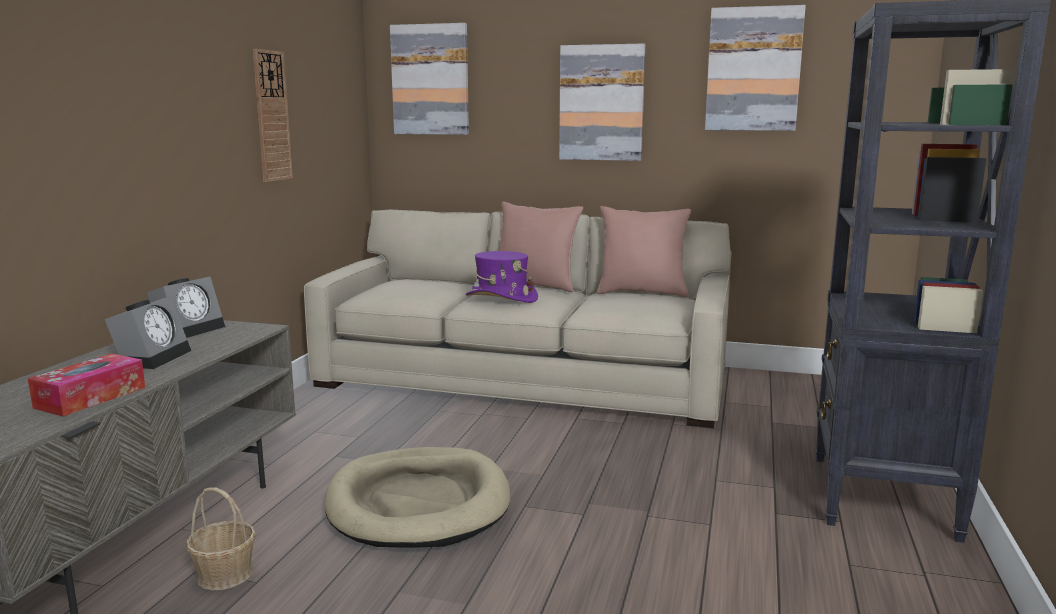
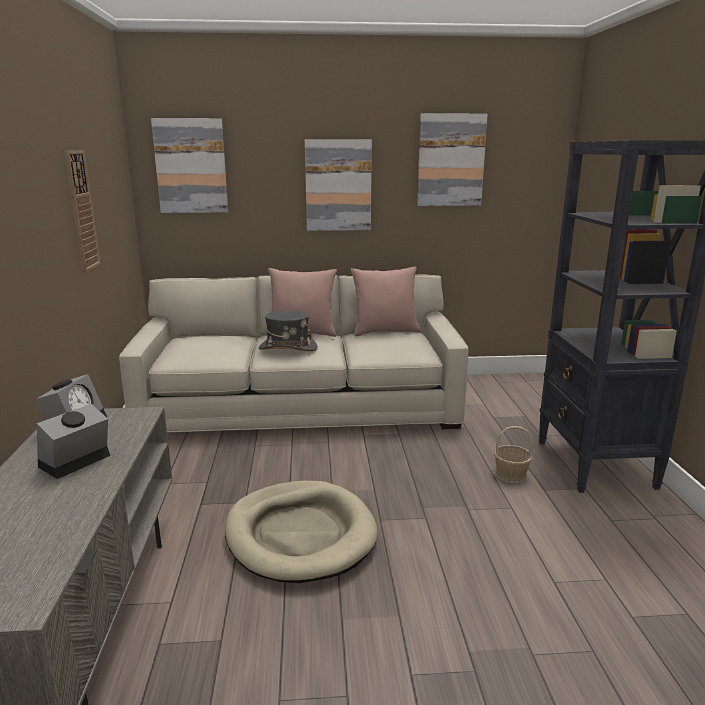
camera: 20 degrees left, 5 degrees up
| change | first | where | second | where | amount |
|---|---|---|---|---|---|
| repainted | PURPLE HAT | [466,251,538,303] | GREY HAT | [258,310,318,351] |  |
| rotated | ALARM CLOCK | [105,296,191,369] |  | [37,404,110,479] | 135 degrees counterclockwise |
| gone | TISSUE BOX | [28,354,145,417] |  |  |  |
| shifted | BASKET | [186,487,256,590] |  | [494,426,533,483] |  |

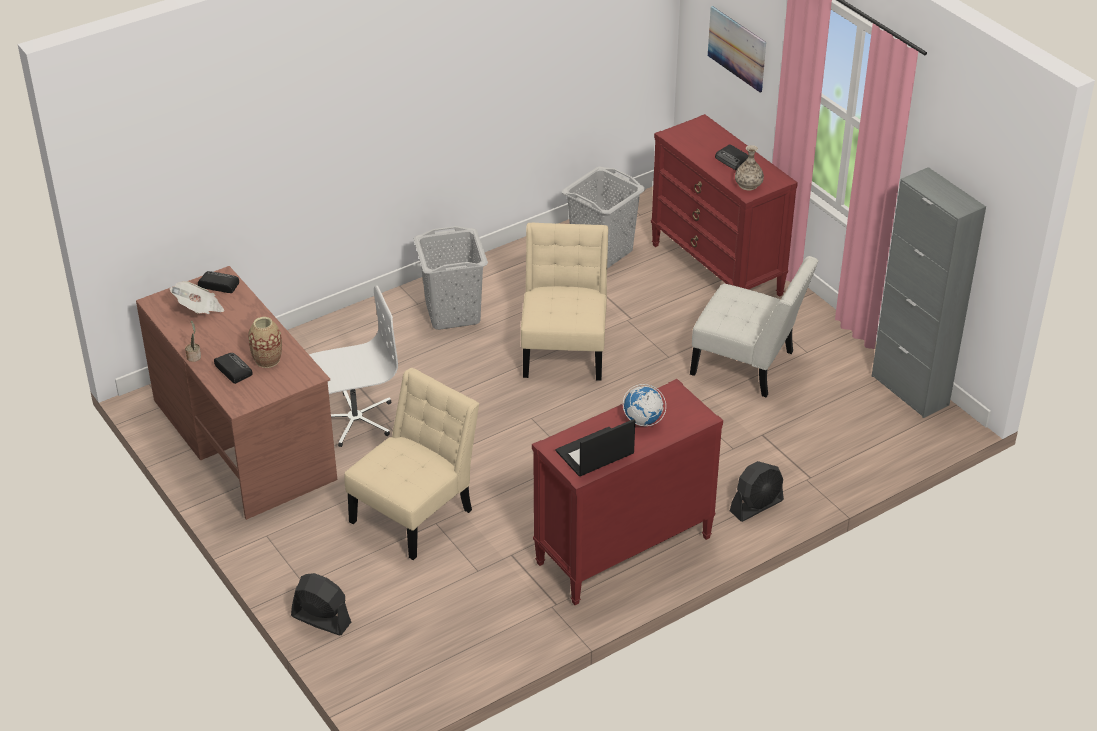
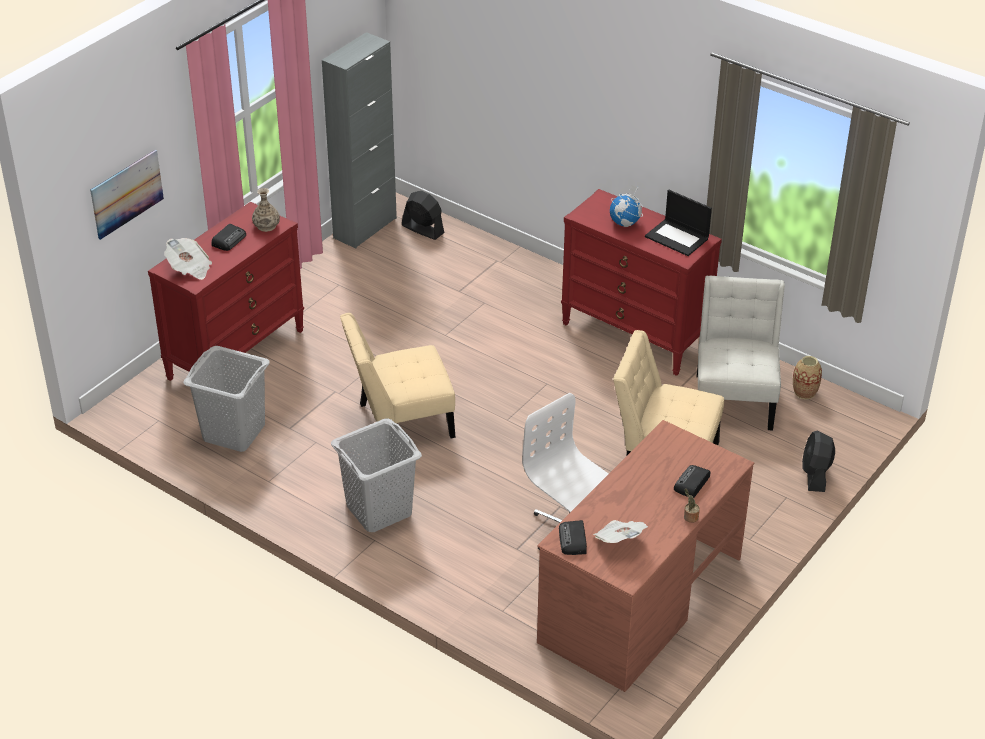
camera: 110 degrees left, 0 degrees up
| change | first | where | second | where | amount |
|---|---|---|---|---|---|
| shifted | WHITE CHAIR | [690,256,818,398] |  | [697,276,785,430] |  |
| shifted | VASE | [248,317,282,368] |  | [793,356,822,399] |  |
| shifted | BLACK FAN | [730,461,784,522] |  | [402,191,444,240] |  |
| new |  |  | NEWSPAPER | [164,238,212,280] |  |

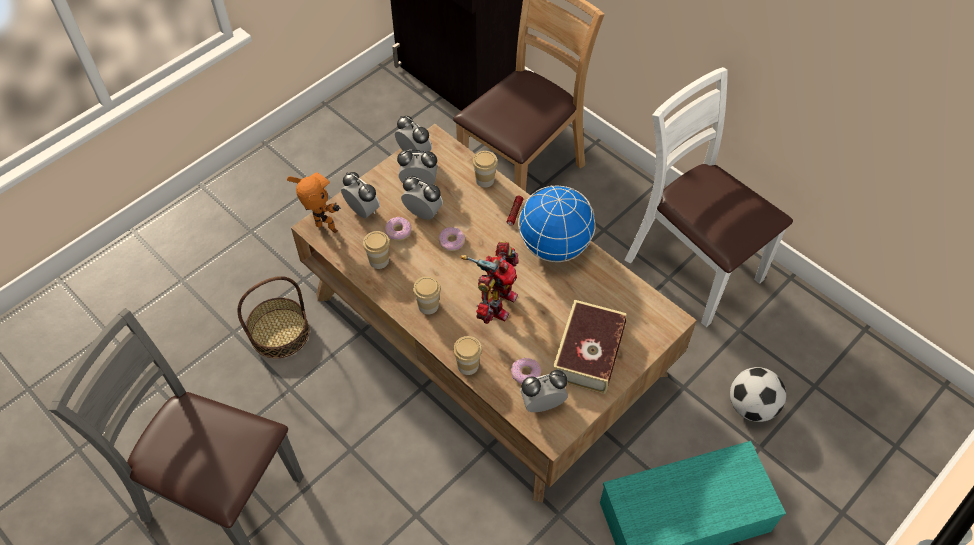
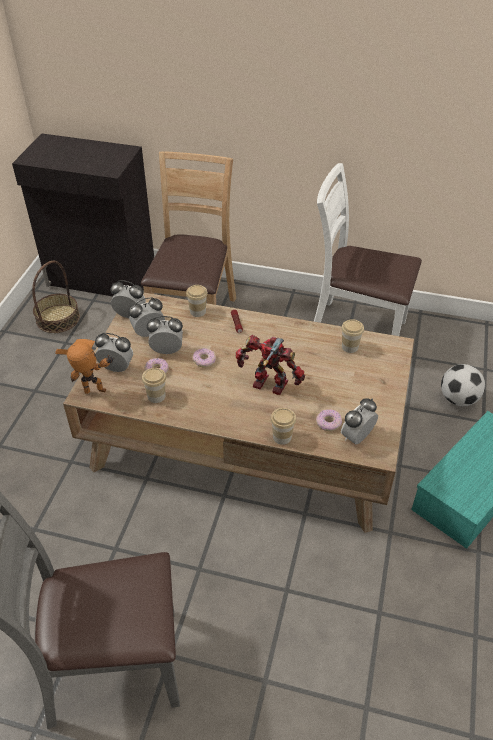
camera: 30 degrees left, 10 degrees down
| change | first | where | second | where | amount |
|---|---|---|---|---|---|
| gone | GLOBE | [518,185,596,262] |  |  |  |
| rotated | TOY ROBOT | [460,241,518,324] |  | [236,335,305,395] | 60 degrees counterclockwise |
| shifted | BASKET | [238,276,309,358] |  | [32,261,80,333] |  |
| shifted | CUP | [413,276,441,315] |  | [341,319,364,353] |  |
| gone | BOOK | [553,300,627,394] |  |  |  |

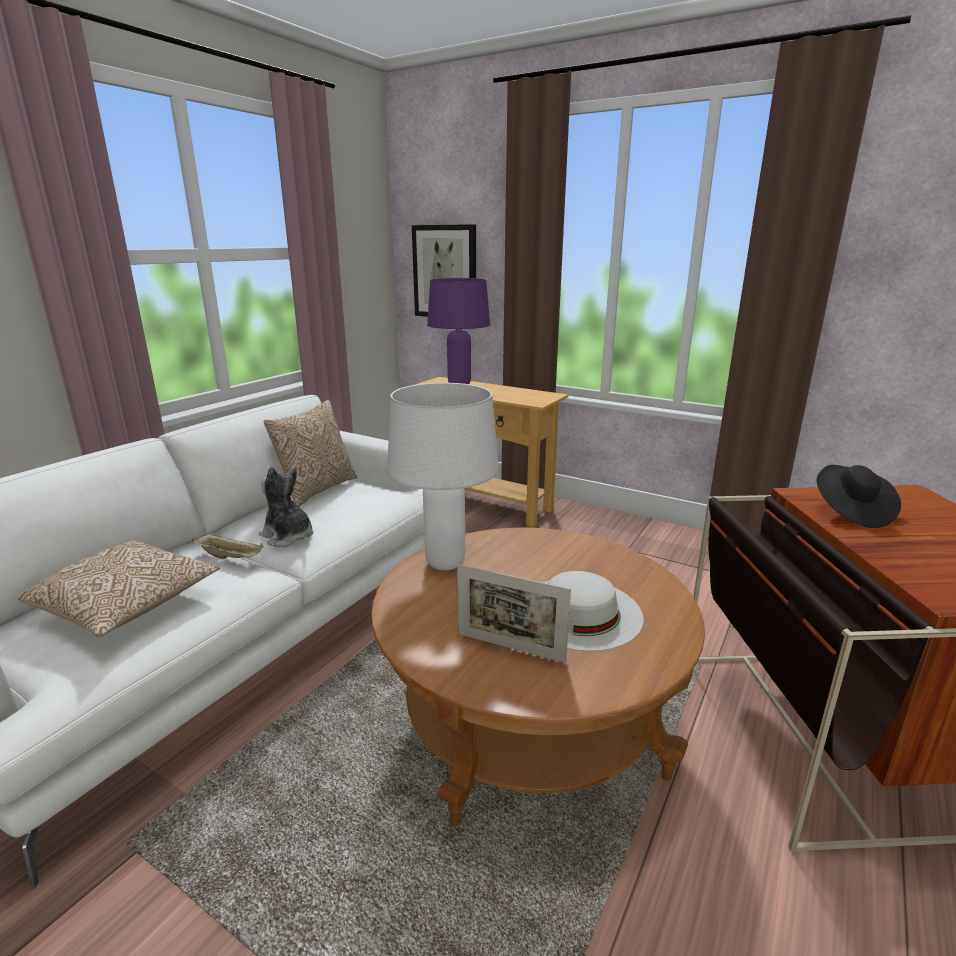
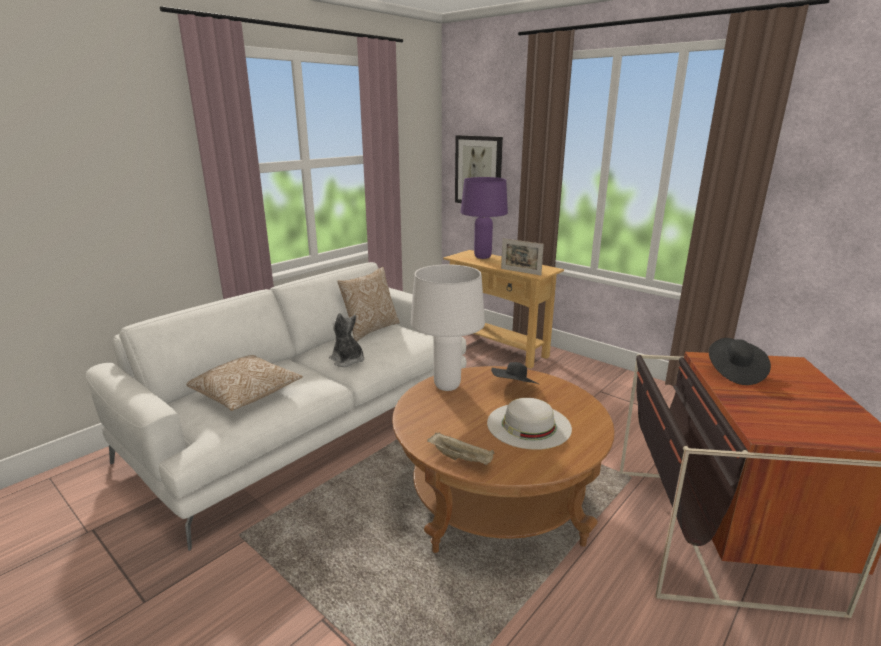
camera: 10 degrees right, 0 degrees up
| change | first | where | second | where | amount |
|---|---|---|---|---|---|
| shifted | BEIGE TRAY | [192,533,264,559] |  | [427,432,494,465] |  |
| shifted | PICTURE FRAME | [457,564,571,663] |  | [501,238,544,275] |  |
| new |  |  | BLACK HAT | [491,362,539,384] |  |

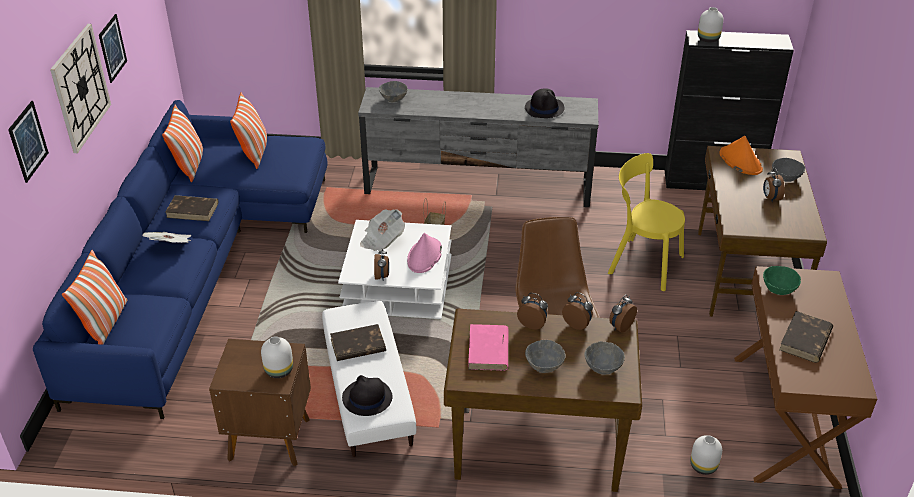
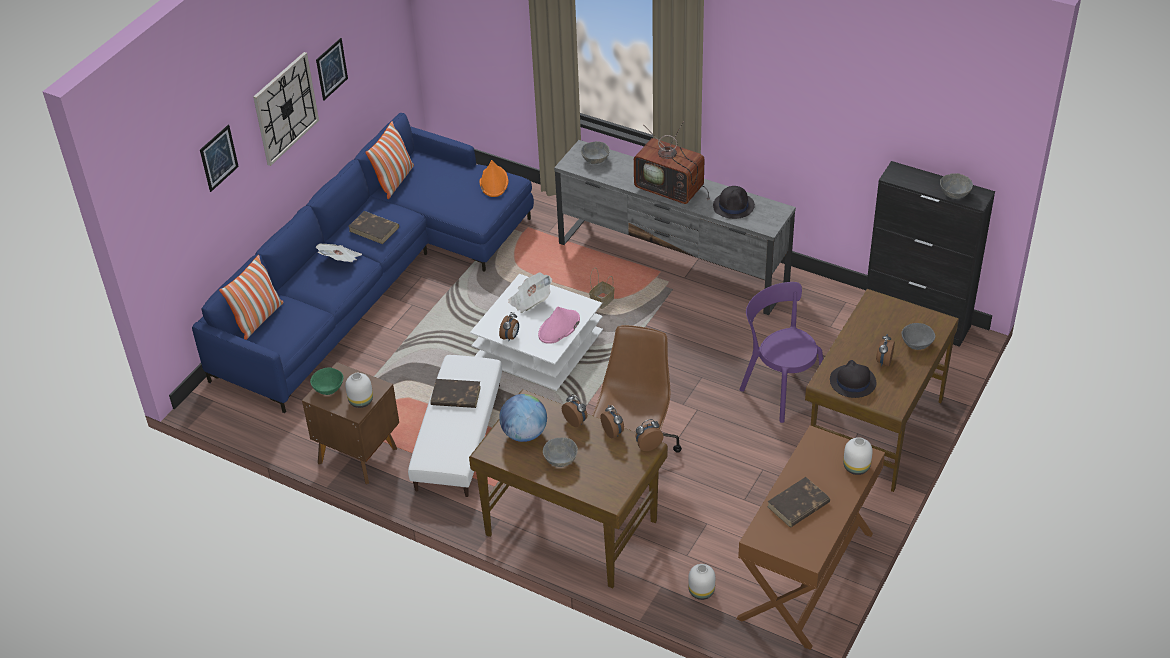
camera: 25 degrees right, 5 degrees up
| change | first | where | second | where | amount |
|---|---|---|---|---|---|
| shifted | WHITE VASE | [698,7,724,42] |  | [843,437,873,475] |  |
| gone | PILLOW | [230,92,267,169] |  |  |  |
| shifted | ORANGE HAT | [720,136,763,175] |  | [480,160,508,197] |  |
| repainted | YELLOW CHAIR | [608,153,685,291] | PURPLE CHAIR | [739,282,823,423] |  |
| shifted | GREEN BOWL | [763,266,801,295] |  | [310,368,343,395] |  |
| swapped | PINK BOOK | [468,324,508,371] | GLOBE | [499,394,547,442] |  |
| shifted | GREY BOWL | [584,341,625,375] |  | [940,173,973,199] |  |
| shifted | BLACK HAT | [342,375,393,416] |  | [830,360,876,398] |  |
| new |  |  | TELEVISION | [634,123,710,204] |  |

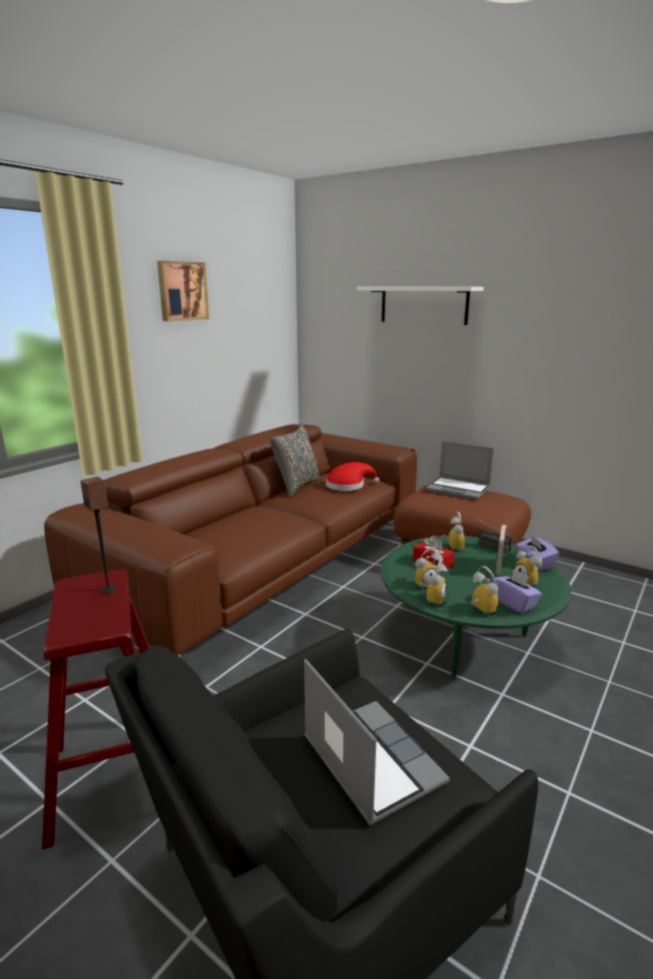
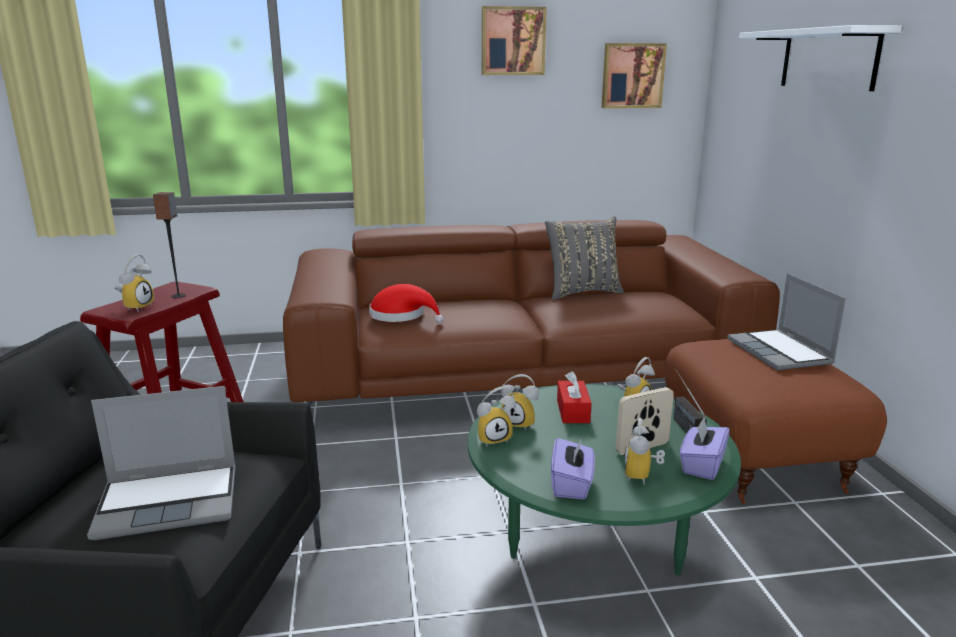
camera: 45 degrees right, 0 degrees up
| change | first | where | second | where | amount |
|---|---|---|---|---|---|
| shifted | RED HAT | [326,462,379,491] |  | [369,284,443,323] |  |
| shifted | ALARM CLOCK | [470,566,499,615] |  | [115,254,154,312] |  |
| rotated | LAPTOP | [304,659,450,826] |  | [87,386,236,540] | 60 degrees clockwise |
| new |  |  | PICTURE | [602,43,667,108] |  |

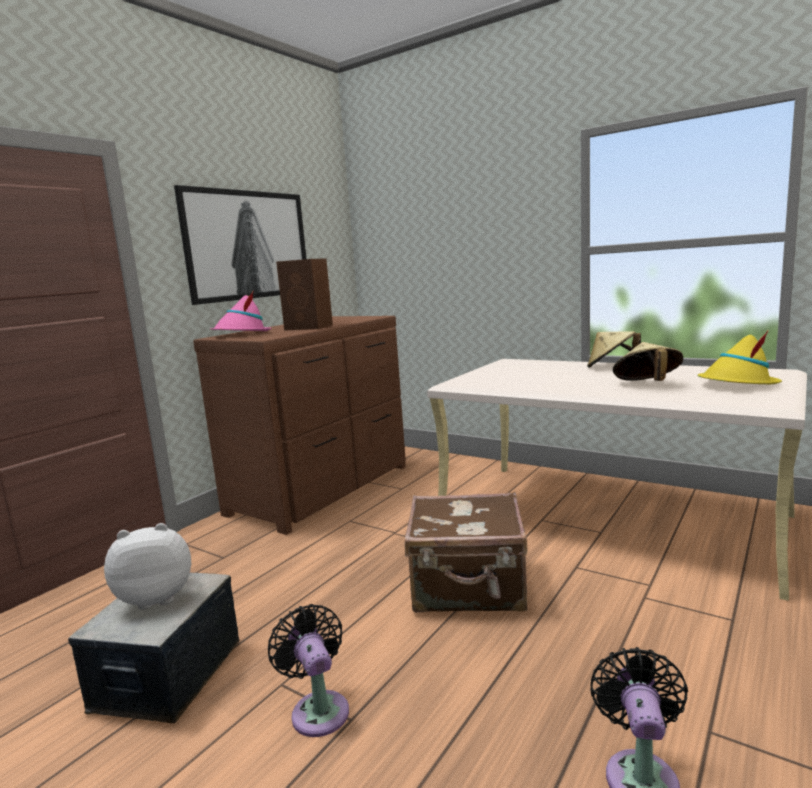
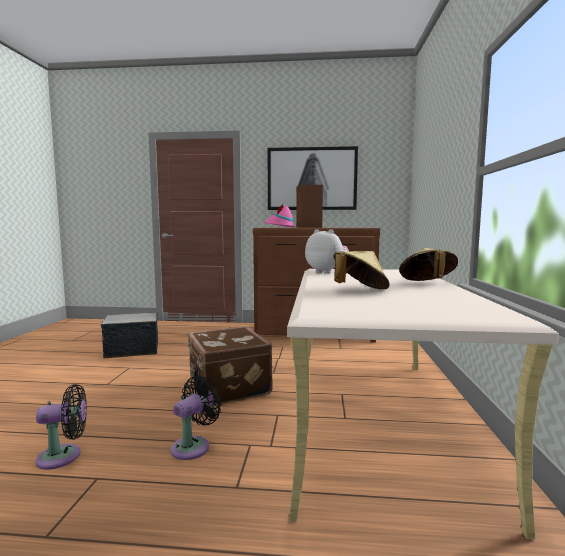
camera: 60 degrees right, 5 degrees down
| change | first | where | second | where | amount |
|---|---|---|---|---|---|
| gone | YELLOW HAT | [697,331,782,384] |  |  |  |
| shifted | PLUSH TOY | [104,523,191,609] |  | [305,229,349,274] |  |
| shifted | BLACK FAN | [268,604,349,737] |  | [171,376,222,460] |  |

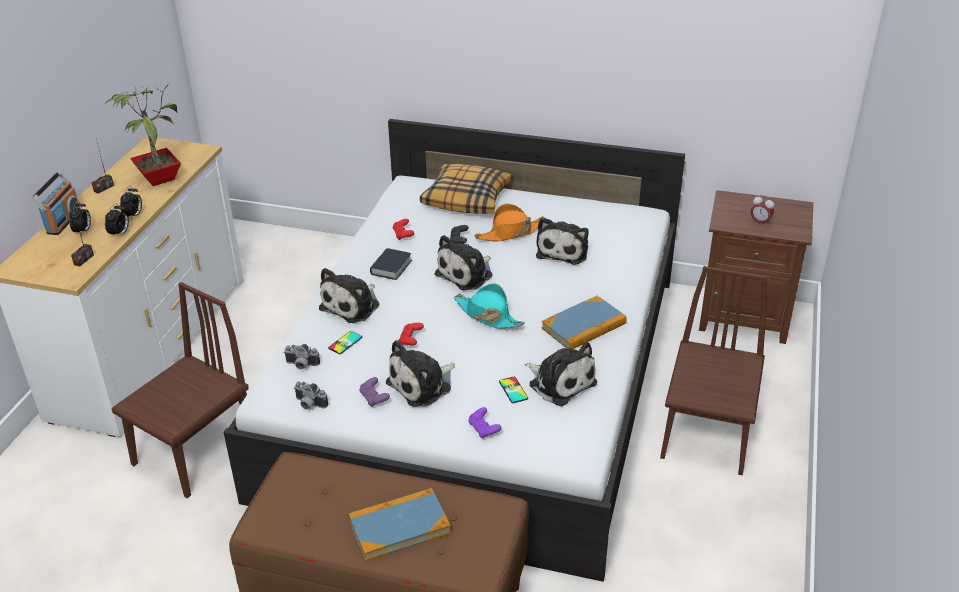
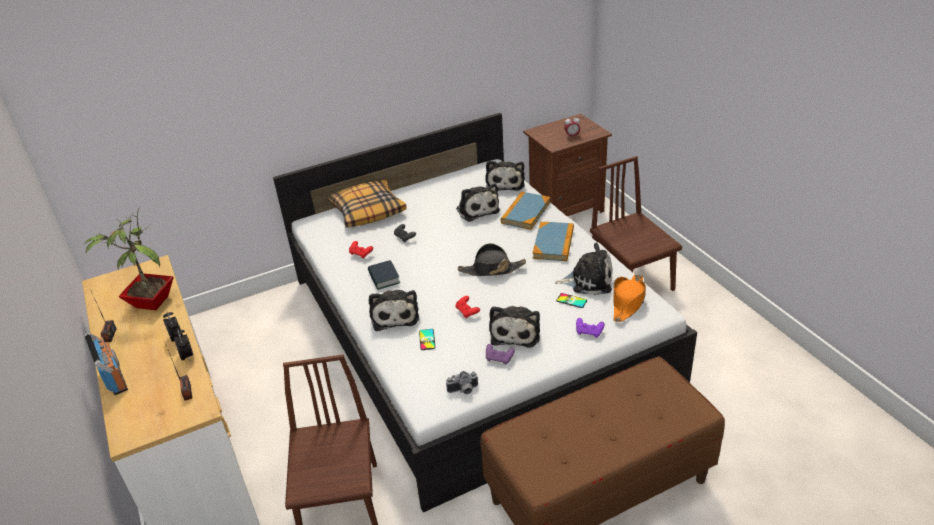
camera: 40 degrees left, 0 degrees up
| change | first | where | second | where | amount |
|---|---|---|---|---|---|
| gone | ALARM CLOCK | [69,201,91,236] |  |  |  |
| shifted | ORANGE HAT | [475,204,545,241] |  | [613,275,646,322] |  |
| shifted | PLUSH TOY | [434,235,493,291] |  | [485,161,525,191] |  |
| repainted | TURQUOISE HAT | [454,284,525,329] | BLACK HAT | [458,243,526,276] |  |
| gone | PHOTO CAMERA | [284,344,320,369] |  |  |  |
| shifted | BOOK | [348,488,451,561] |  | [501,191,550,230] |  |

